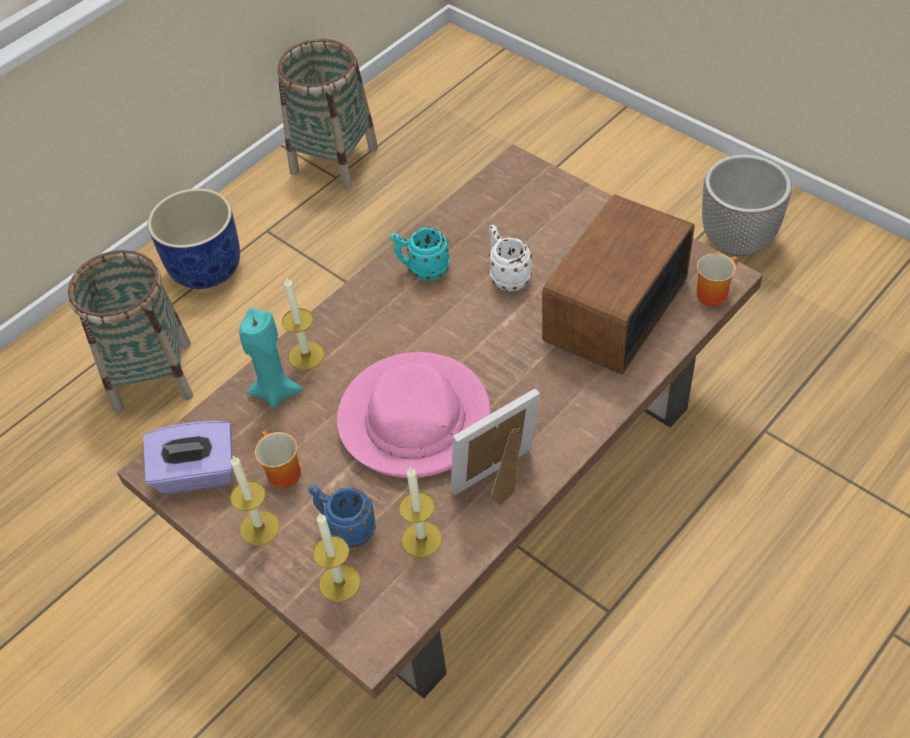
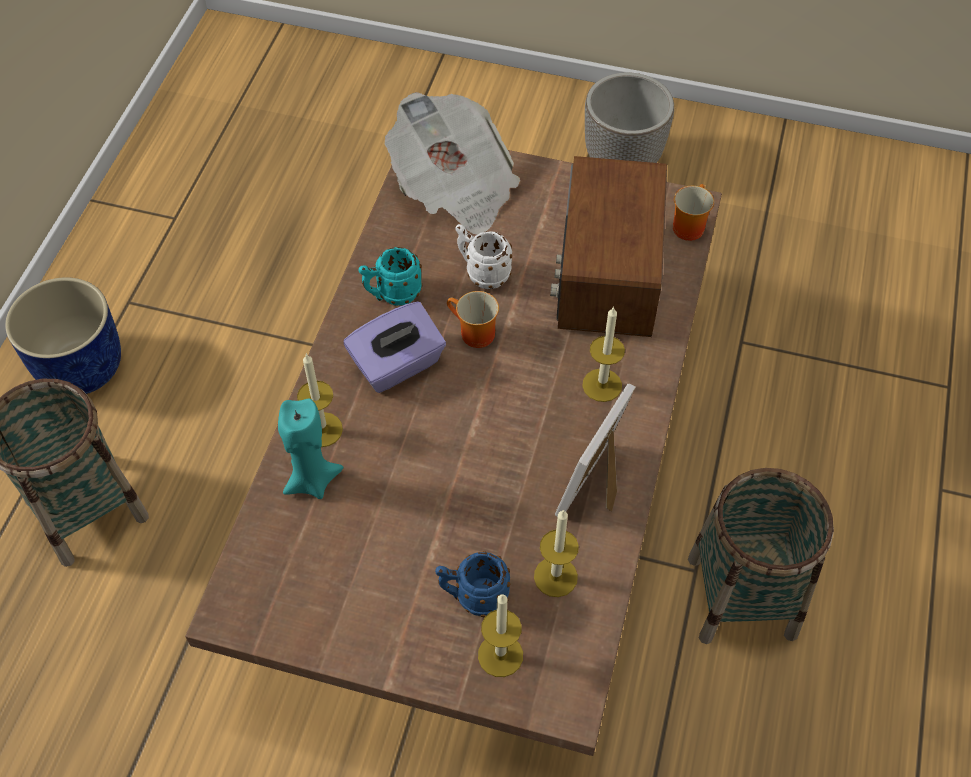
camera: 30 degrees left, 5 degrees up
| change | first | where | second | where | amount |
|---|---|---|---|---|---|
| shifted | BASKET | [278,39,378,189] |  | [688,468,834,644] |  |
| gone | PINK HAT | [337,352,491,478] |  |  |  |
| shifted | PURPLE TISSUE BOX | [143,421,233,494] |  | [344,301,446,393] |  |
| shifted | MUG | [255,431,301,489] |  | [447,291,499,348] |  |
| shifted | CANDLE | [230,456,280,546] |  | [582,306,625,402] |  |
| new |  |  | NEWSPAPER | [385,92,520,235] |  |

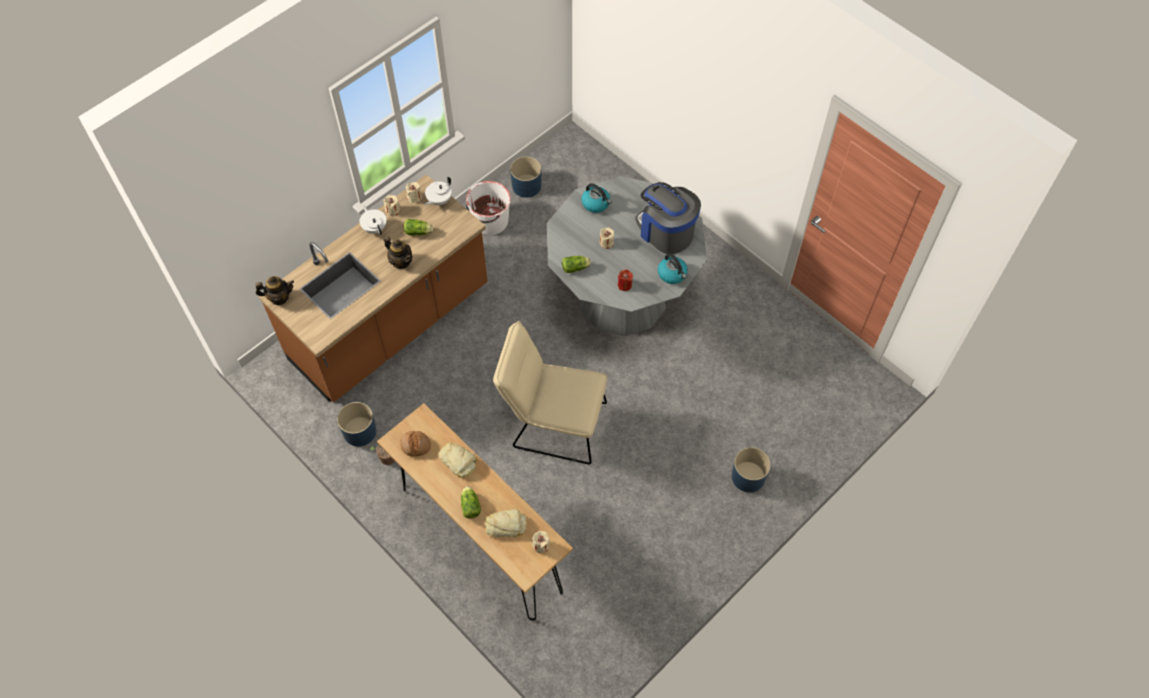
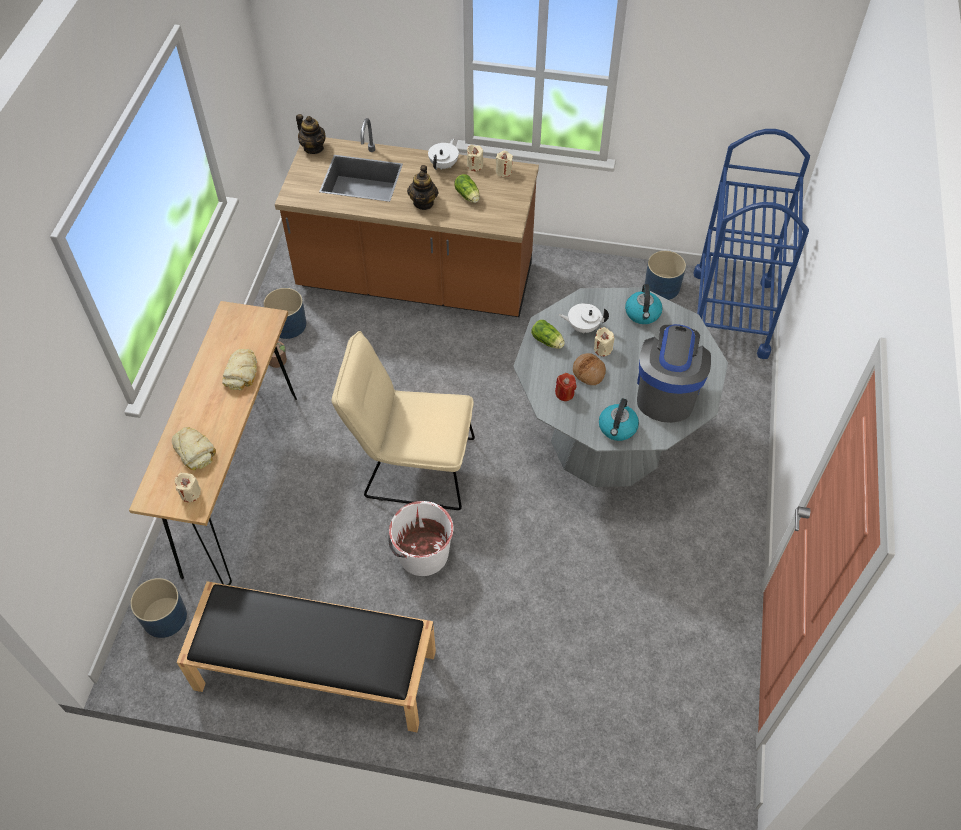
camera: 55 degrees right, 5 degrees down
| change | first | where | second | where | amount |
|---|---|---|---|---|---|
| shifted | WHITE TEAPOT | [424,177,452,205] |  | [559,303,609,334] |  |
| shifted | WHITE BUCKET | [466,181,511,235] |  | [388,501,454,576] |  |
| rotated | BEIGE CHAIR | [493,321,607,464] |  | [332,331,475,510] | 60 degrees counterclockwise |
| shifted | BREAD | [400,431,431,457] |  | [573,353,606,385] |  |
| shifted | BLUE PLANTER | [731,447,771,492] |  | [130,578,187,638] |  |
| gone | LETTUCE | [461,486,481,518] |  |  |  |
| new |  |  | BLUE CART | [693,129,810,359] |  |
| new |  |  | BLACK BENCH | [177,581,436,732] |  |

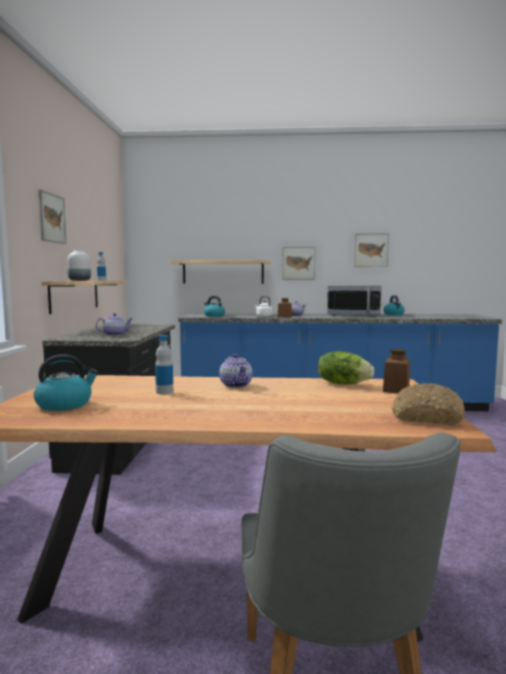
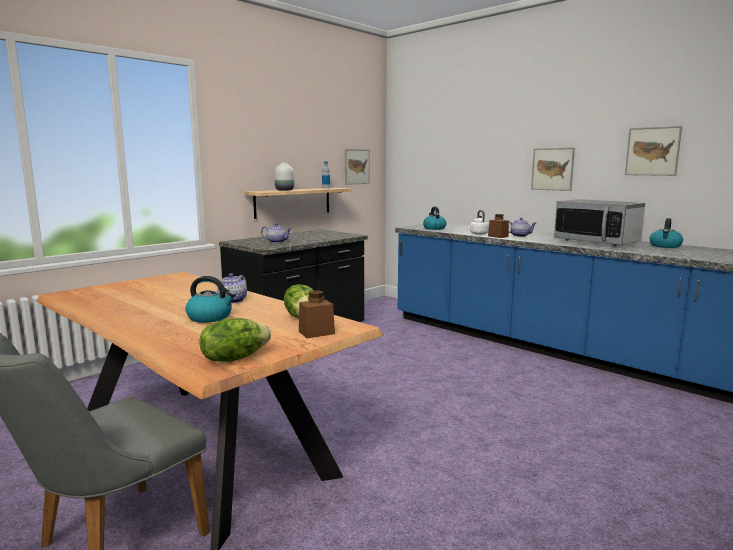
camera: 40 degrees right, 5 degrees up
| change | first | where | second | where | amount |
|---|---|---|---|---|---|
| shifted | PICTURE | [39,189,67,244] |  | [345,149,370,185] |  |
| gone | SHELF | [170,260,272,284] |  |  |  |
| gone | BOTTLE | [155,335,173,394] |  |  |  |
| shifted | KETTLE | [34,354,99,411] |  | [185,276,236,323] |  |
| swapped | BREAD | [391,383,465,425] | LETTUCE | [199,318,271,362] |  |

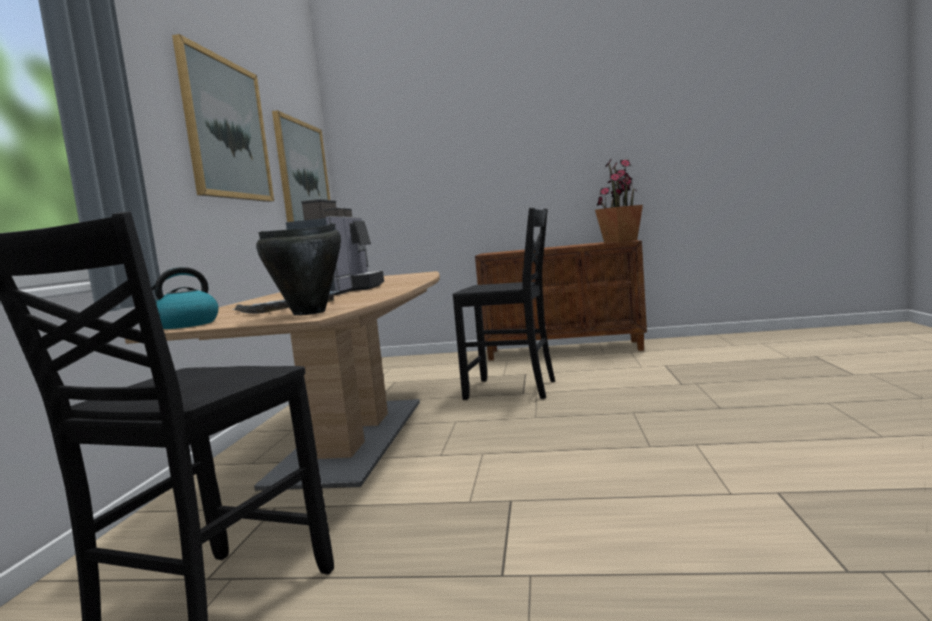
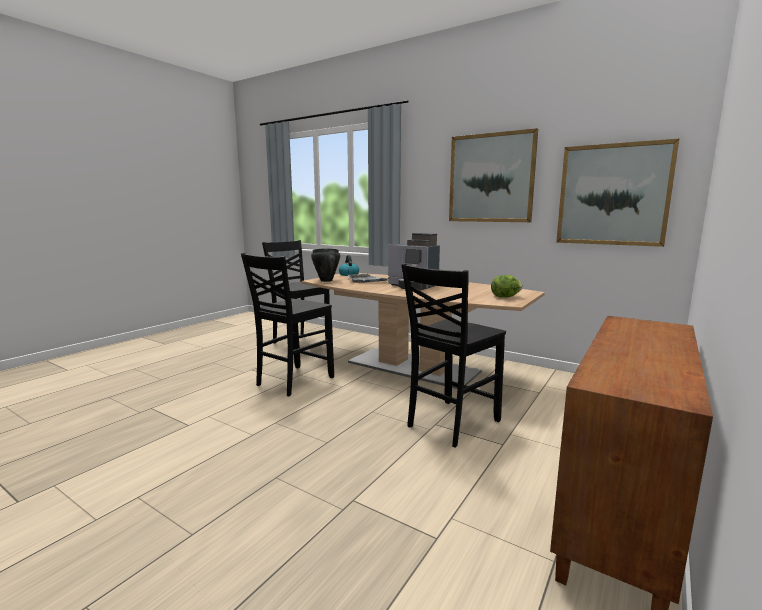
camera: 115 degrees right, 5 degrees up
| change | first | where | second | where | amount |
|---|---|---|---|---|---|
| gone | POTTED PLANT | [595,159,643,243] |  |  |  |
| new |  |  | BLACK CHAIR | [241,253,334,396] |  |
| new |  |  | LETTUCE | [491,275,523,298] |  |

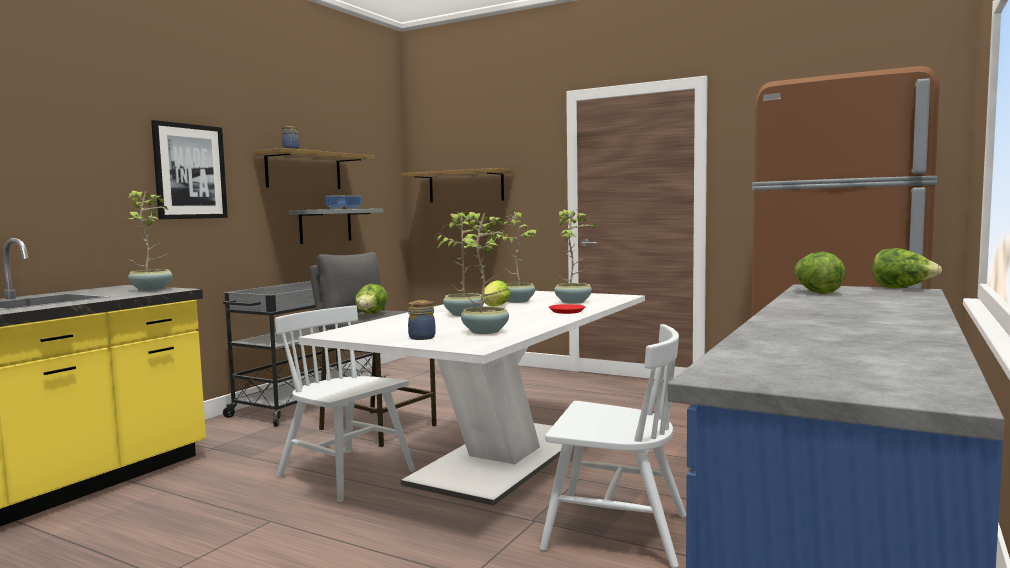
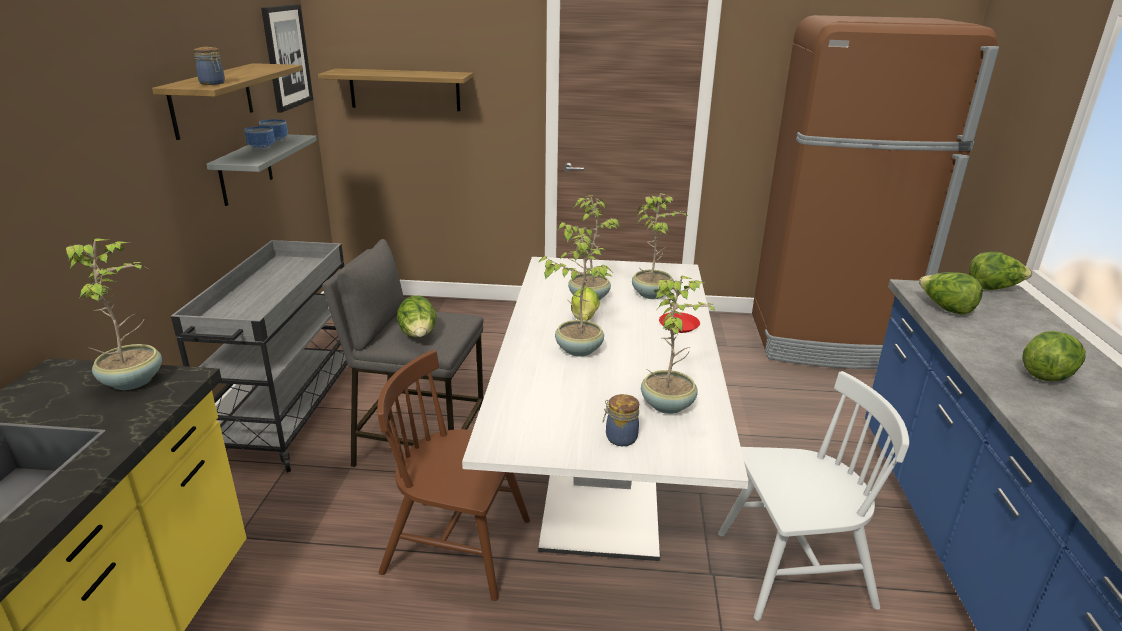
camera: 25 degrees left, 20 degrees up
| change | first | where | second | where | amount |
|---|---|---|---|---|---|
| shifted | PICTURE | [151,120,228,219] |  | [261,4,313,113] |  |
| repainted | WHITE CHAIR | [275,306,415,502] | BROWN CHAIR | [377,350,530,601] |  |
| new |  |  | LETTUCE | [1022,331,1086,381] |  |

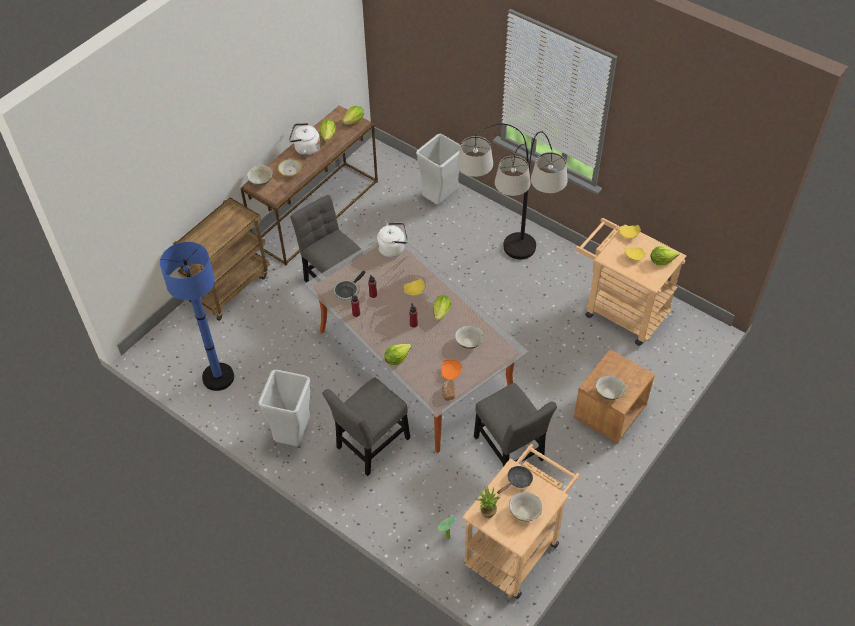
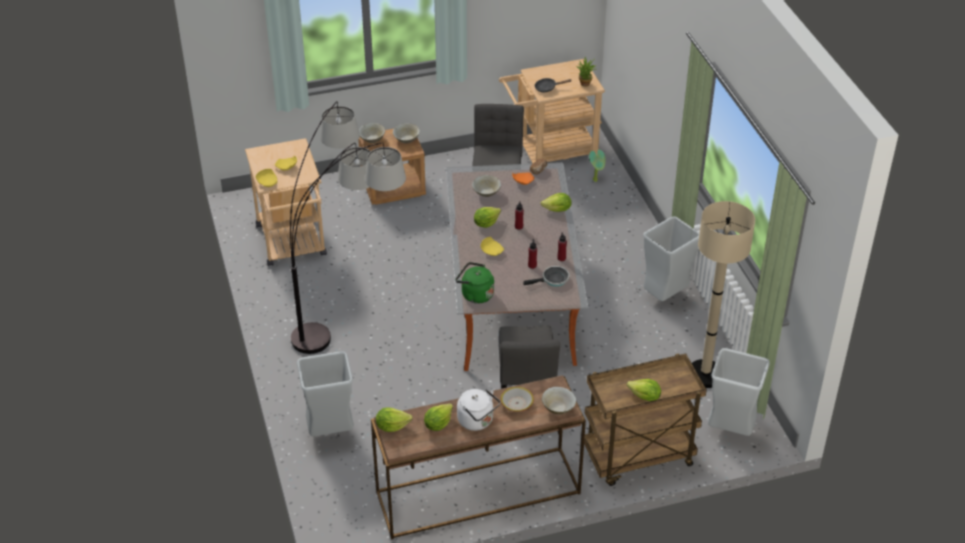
camera: 145 degrees left, 10 degrees down
| change | first | where | second | where | amount |
|---|---|---|---|---|---|
| repainted | WHITE KETTLE | [377,223,408,257] | GREEN KETTLE | [456,262,494,304] |  |
| repainted | BLUE FLOOR LAMP | [160,242,234,391] | BEIGE FLOOR LAMP | [692,201,755,388] |  |
| shifted | LETTUCE | [650,246,679,265] |  | [627,379,661,401] |  |
| gone | GREY CHAIR | [322,377,410,476] |  |  |  |
| shifted | BEIGE BOWL | [509,492,542,521] |  | [359,123,385,143] |  |
| new |  |  | GREY TRASH CAN | [708,348,770,436] |  |

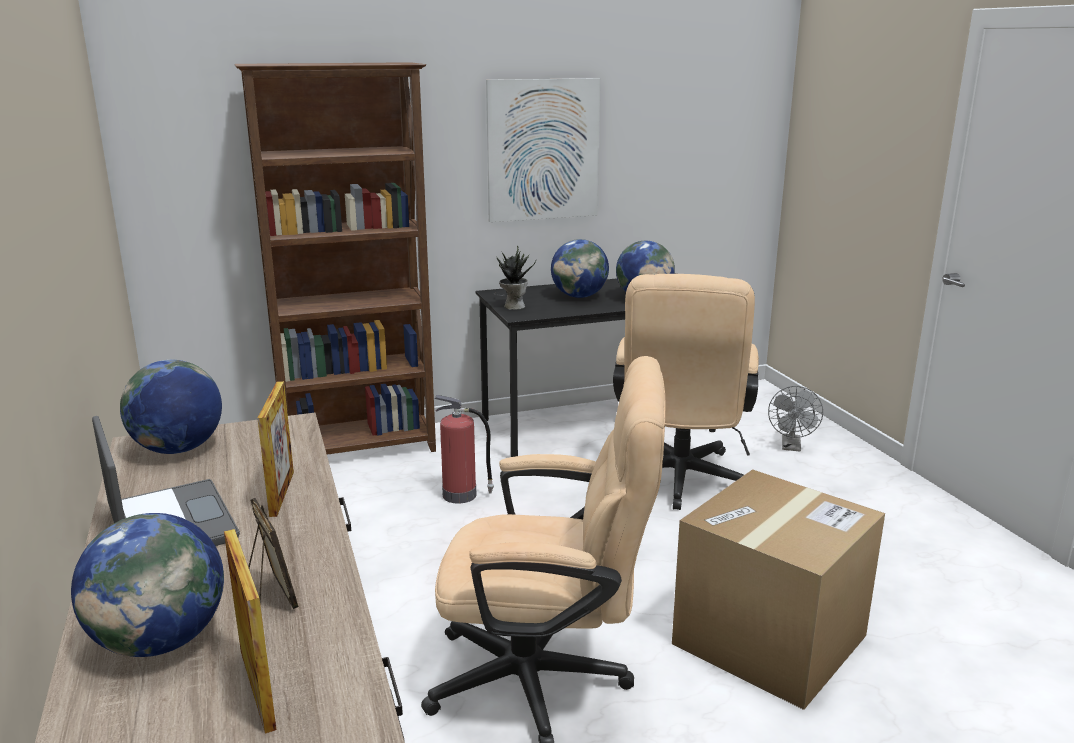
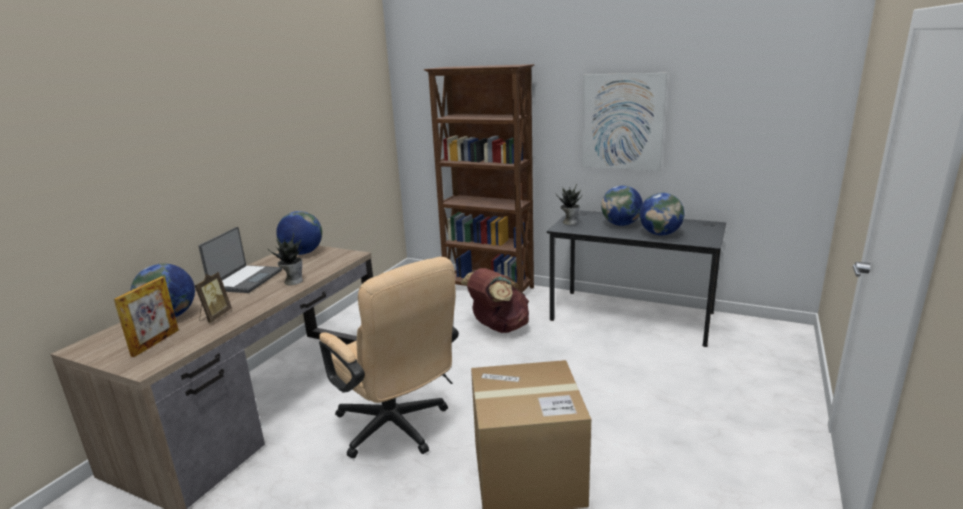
camera: 45 degrees right, 0 degrees up
| change | first | where | second | where | amount |
|---|---|---|---|---|---|
| gone | BEIGE OFFICE CHAIR | [613,274,759,510] |  |  |  |
| swapped | PICTURE FRAME | [257,381,294,517] | POTTED PLANT | [267,233,303,285] |  |
| gone | GREY FAN | [768,386,823,451] |  |  |  |
| swapped | FIRE EXTINGUISHER | [434,395,494,504] | BROWN BACKPACK | [461,268,529,333] |  |

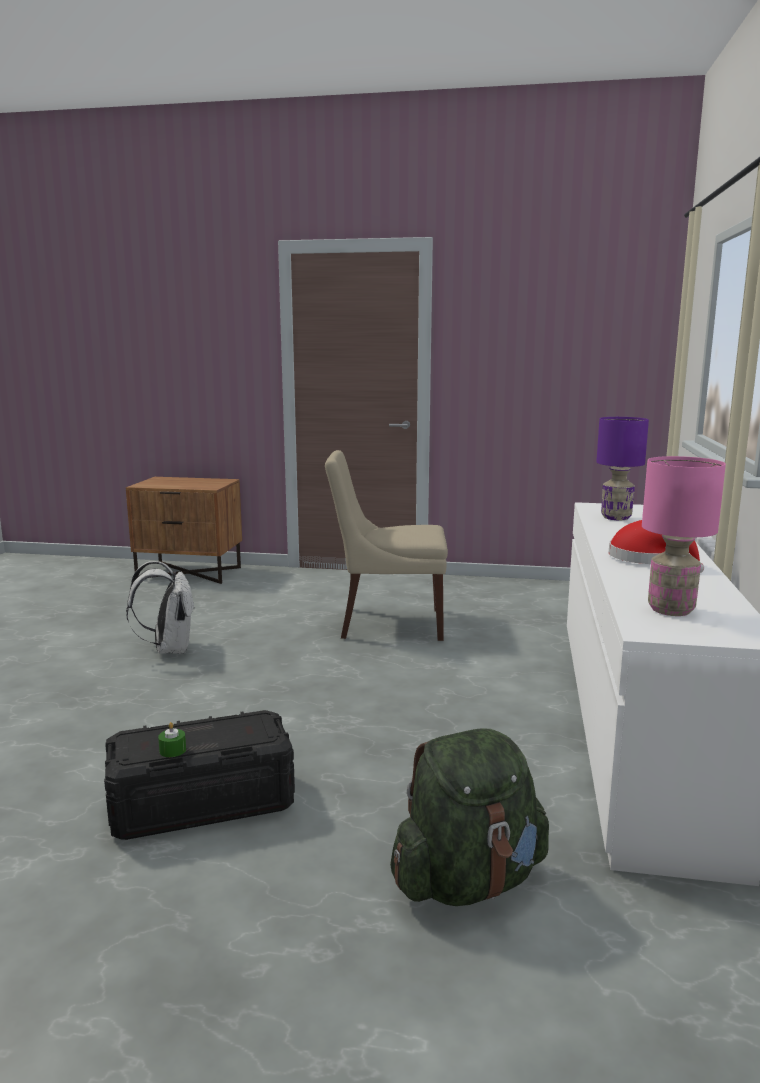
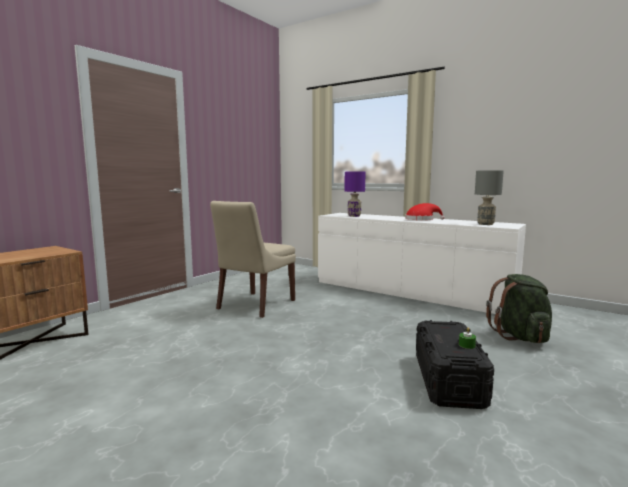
camera: 65 degrees left, 5 degrees down
| change | first | where | second | where | amount |
|---|---|---|---|---|---|
| repainted | PINK TABLE LAMP | [642,456,726,616] | GREY TABLE LAMP | [475,170,504,225] |  |
| gone | WHITE BACKPACK | [126,561,195,654] |  |  |  |

